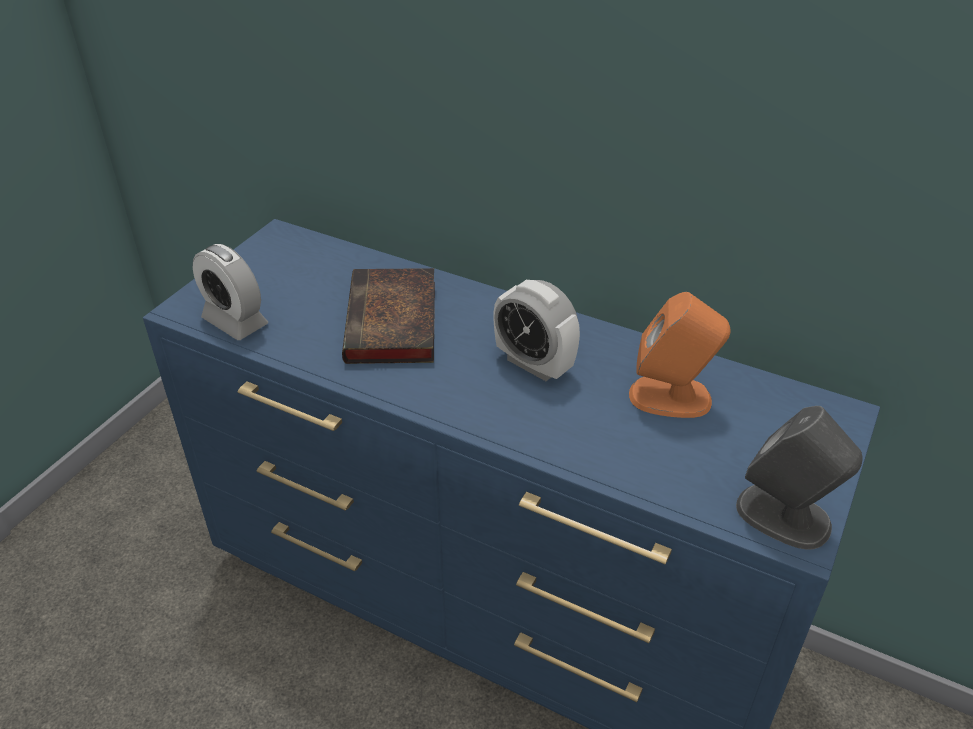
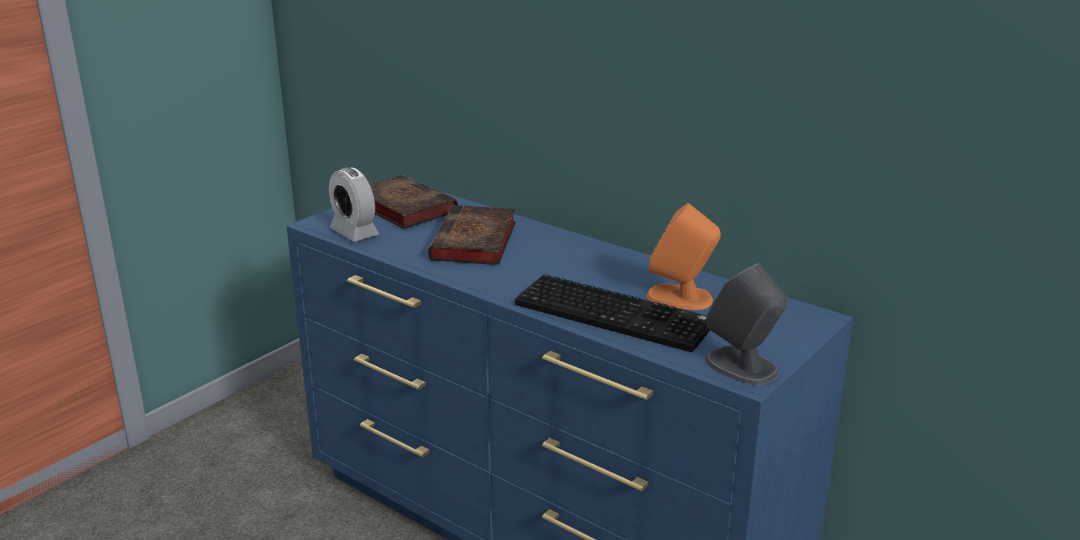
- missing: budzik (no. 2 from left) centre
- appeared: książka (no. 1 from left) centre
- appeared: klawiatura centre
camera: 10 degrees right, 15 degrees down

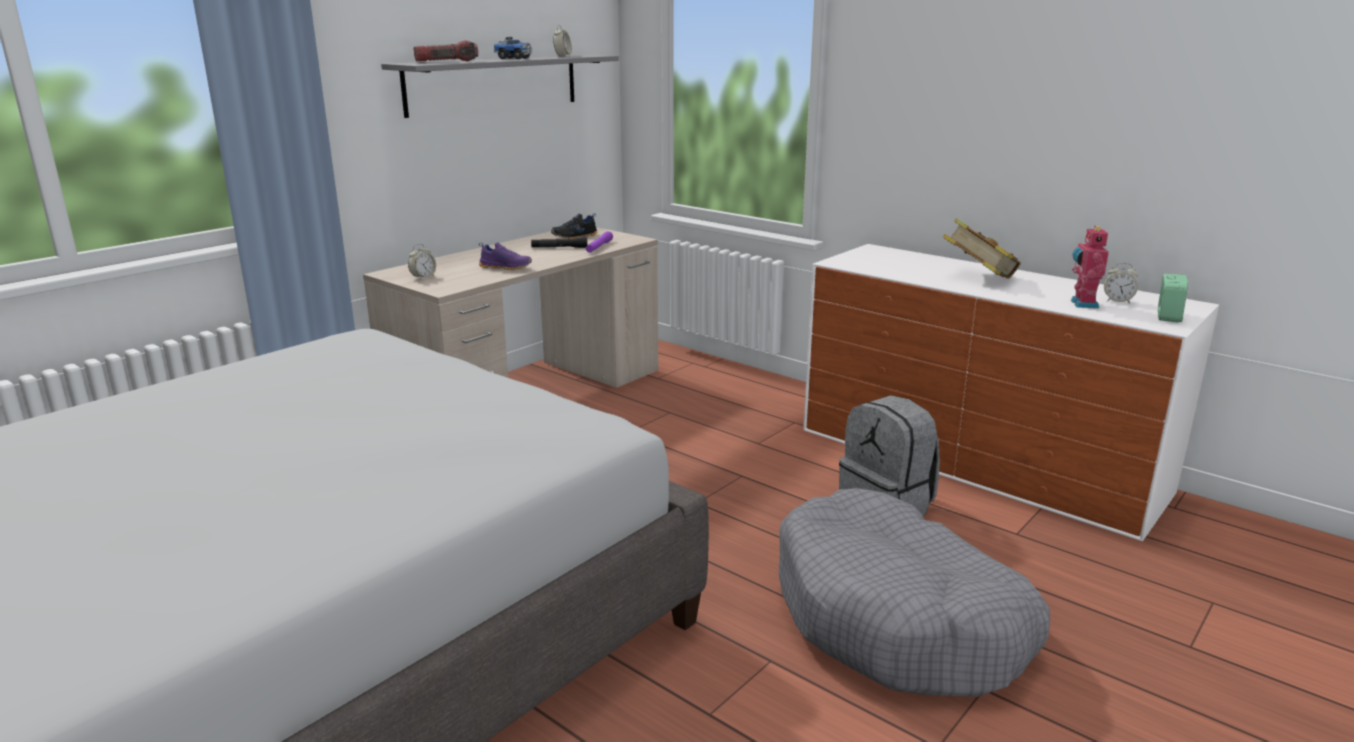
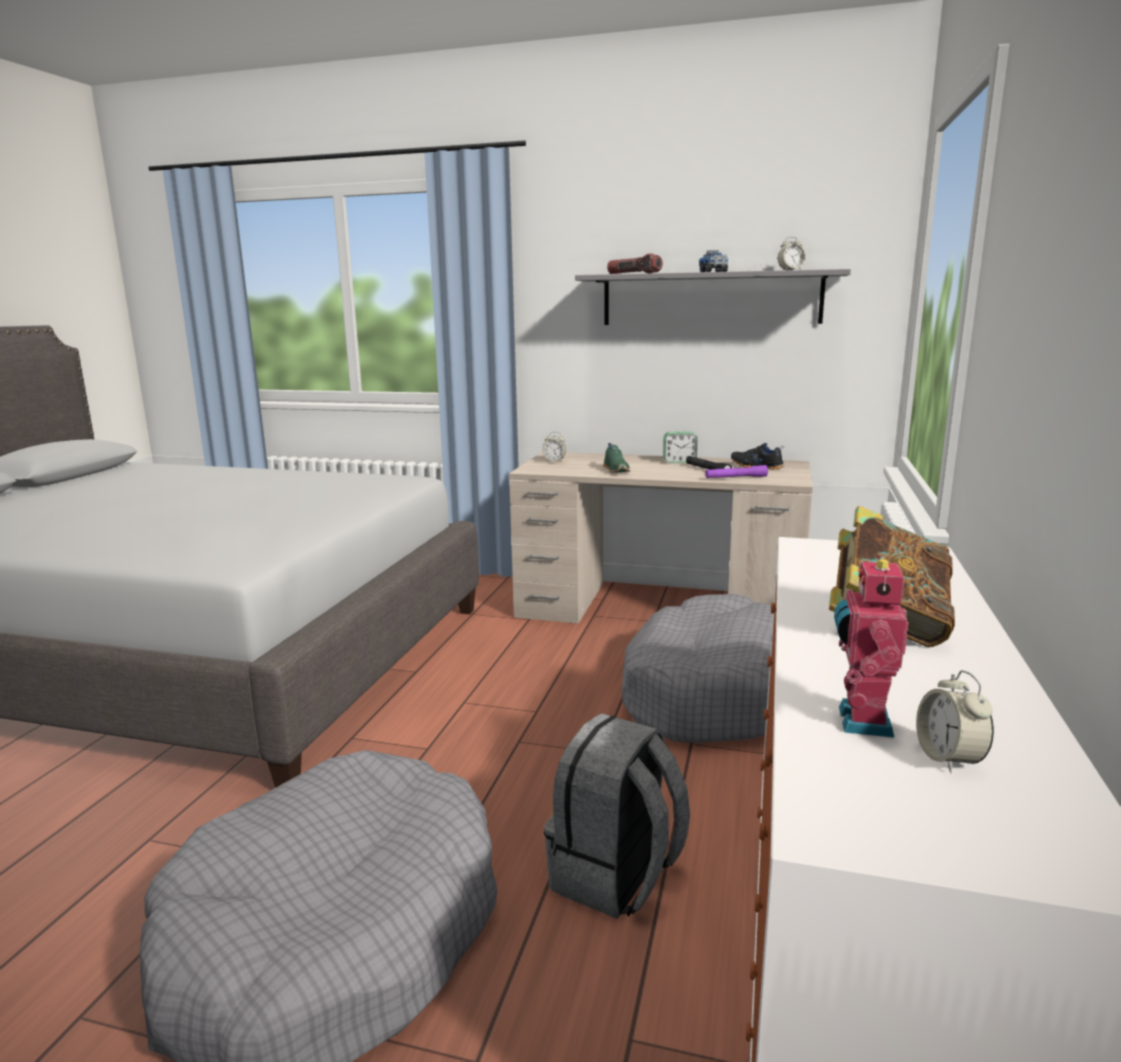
- colour: but [fioletowy] centre to but [zielony] centre
- spun: robot zabawkowy middle right = middle right 60 degrees counterclockwise
- relocated: budzik (no. 4 from left in the first image) middle right to budzik (no. 2 from left) centre
- appeared: legowisko [szary] (no. 2 from left) centre
camera: 65 degrees right, 5 degrees down

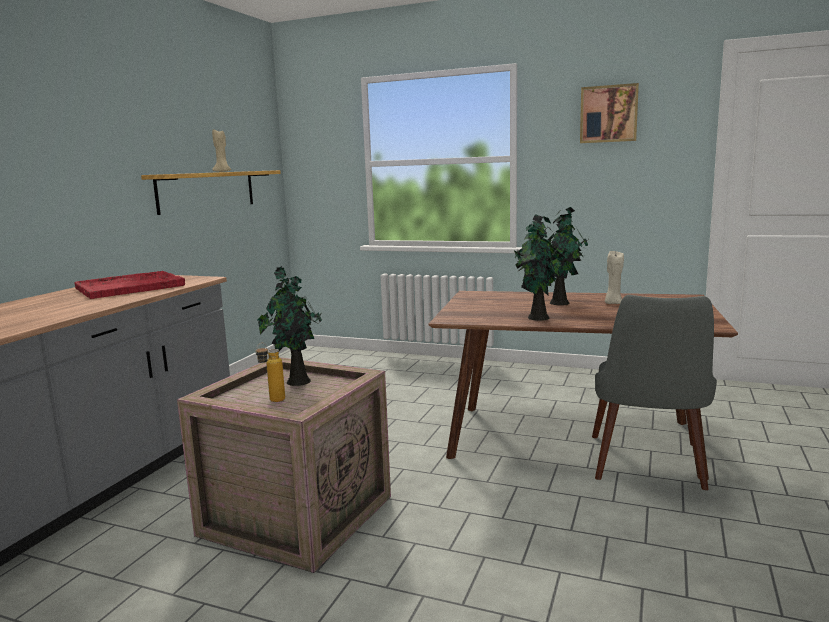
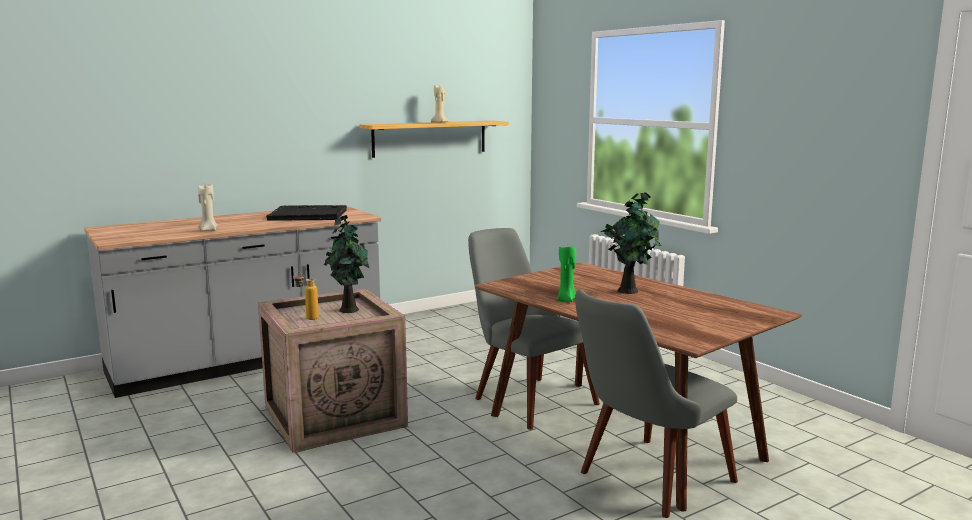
- colour: taca [czerwony] middle left to taca [czarny] middle left
- exchanged: roślina doniczkowa (no. 2 from left) centre to świeca [zielony] centre
- missing: obraz top right
- relocated: świeca [beżowy] (no. 2 from left in the first image) middle right to świeca [beżowy] (no. 1 from left) middle left
- appeared: krzesło [szary] (no. 1 from left) centre
camera: 35 degrees right, 0 degrees up

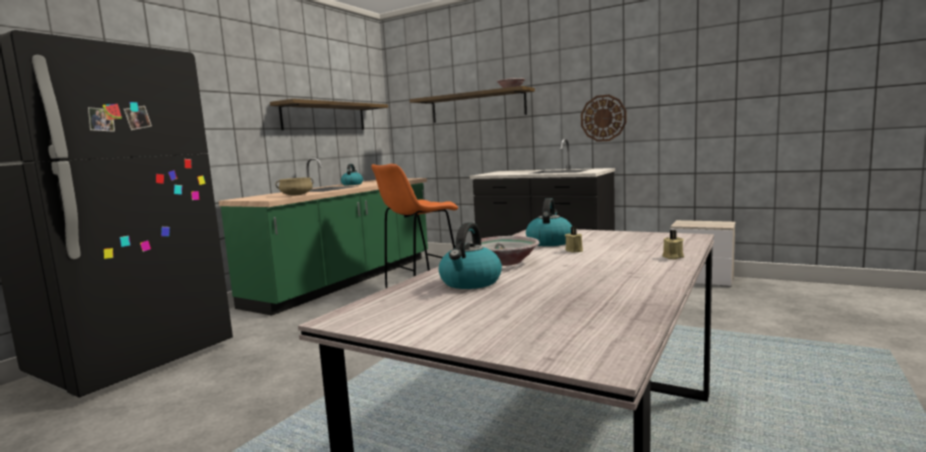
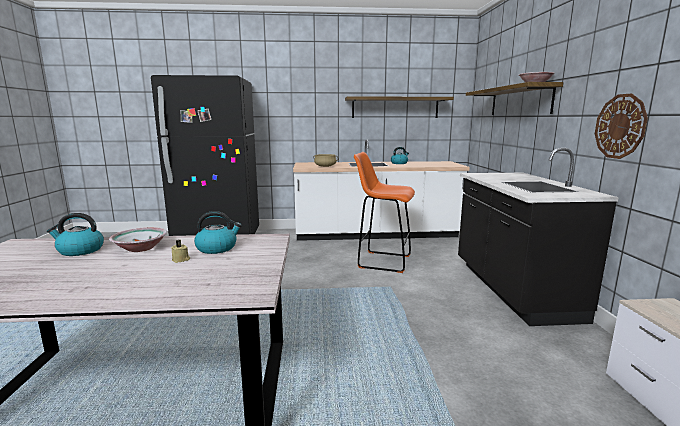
- colour: zabudowa kuchenna [zielony] centre to zabudowa kuchenna [biały] centre
- missing: świeca [beżowy] (no. 2 from left) middle right
camera: 55 degrees right, 5 degrees up

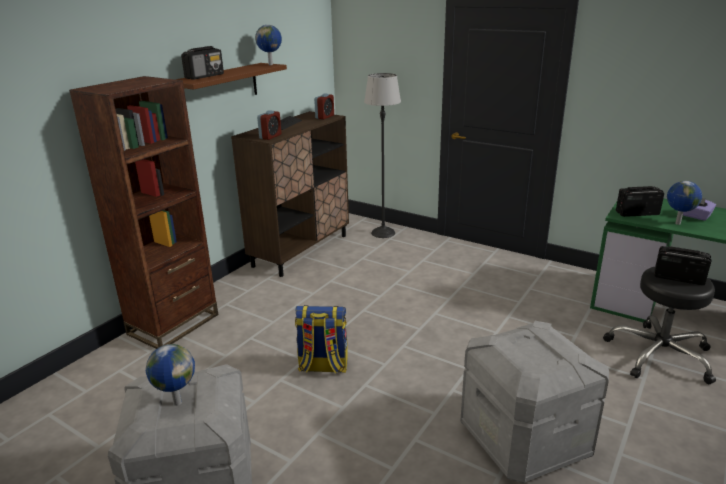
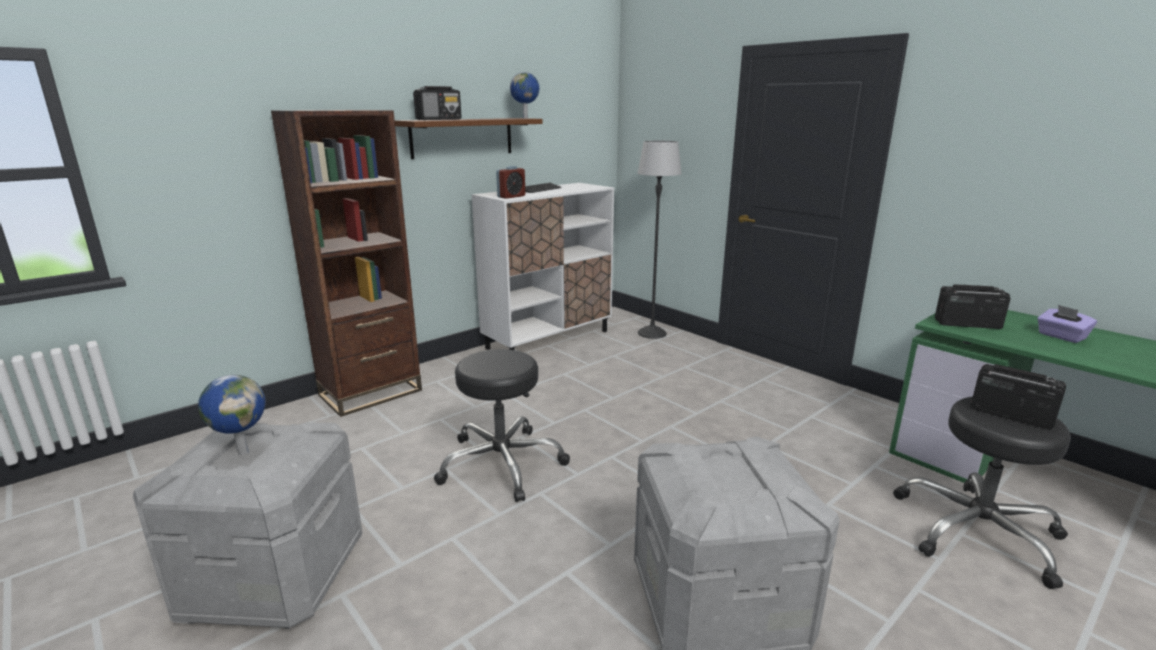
- colour: szafka [brązowy] centre to szafka [biały] centre
- exchanged: plecak bottom centre to stołek [czarny] (no. 1 from left) centre
- missing: budzik (no. 2 from left) top centre
- missing: globus (no. 3 from left) middle right
camera: 15 degrees right, 5 degrees down

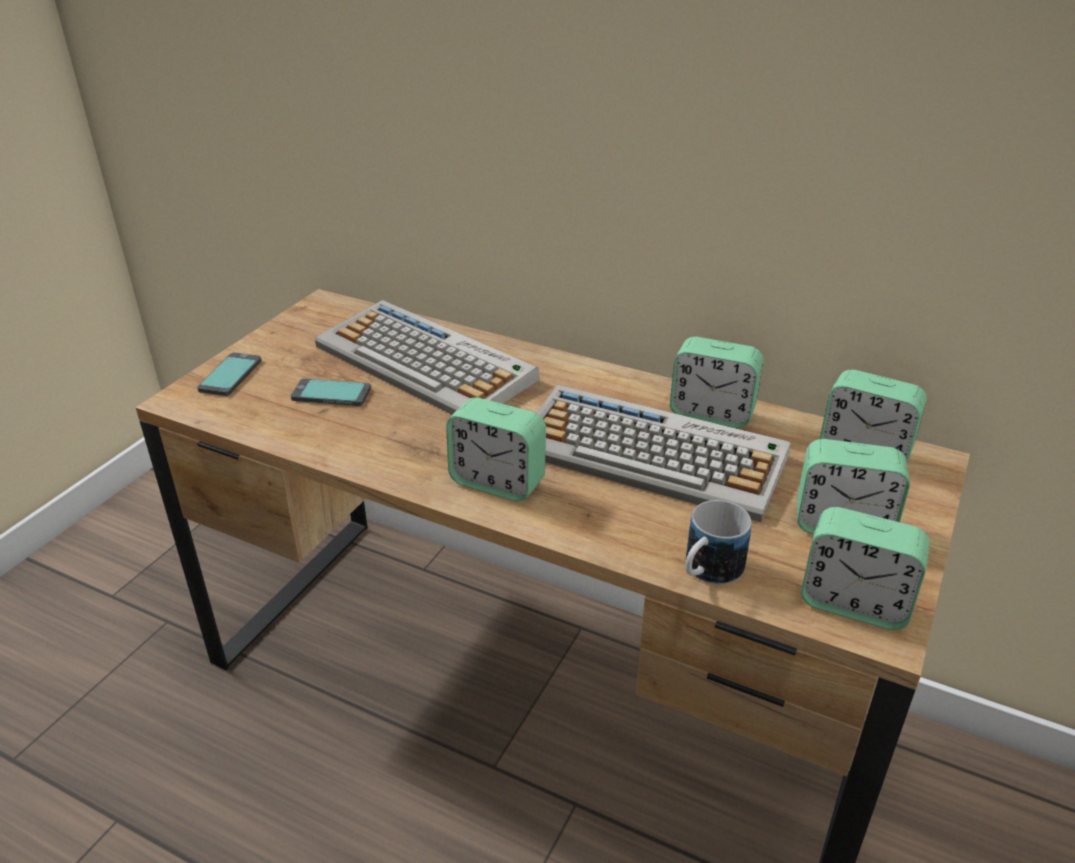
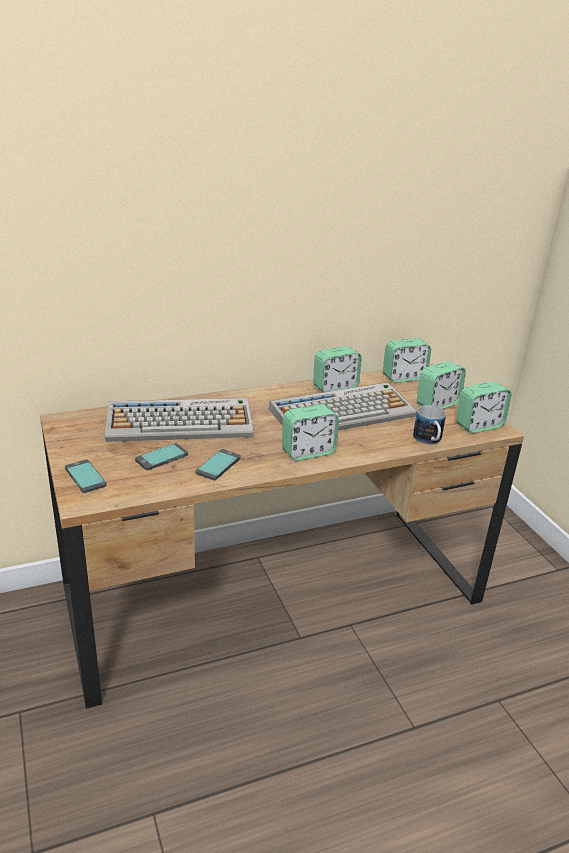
- appeared: telefon (no. 3 from left) centre
camera: 50 degrees left, 5 degrees down

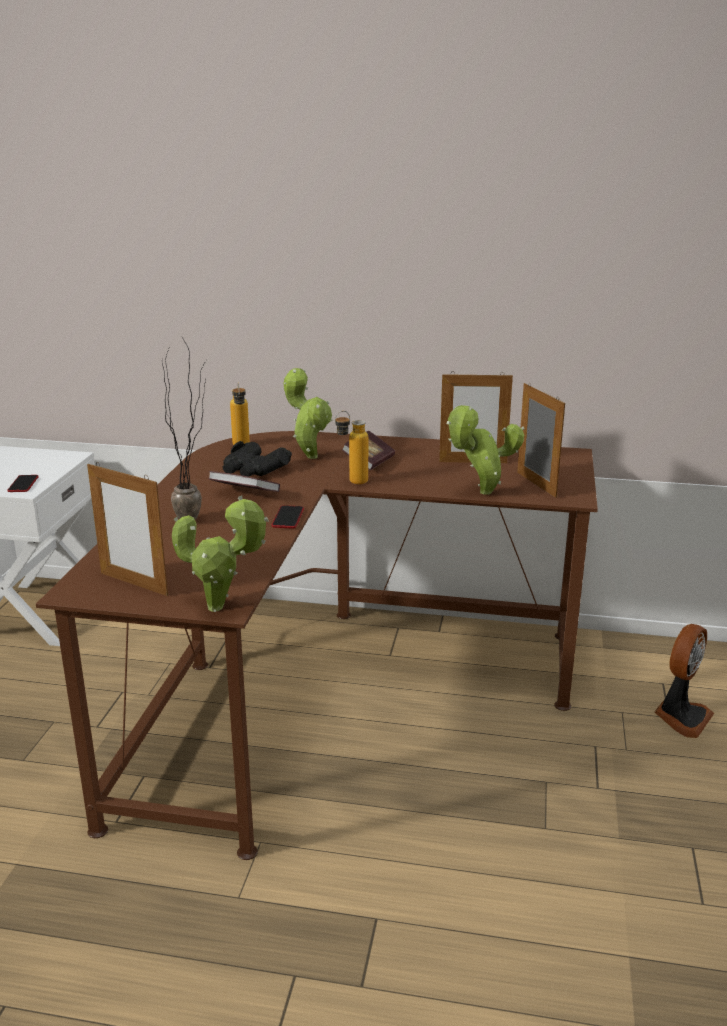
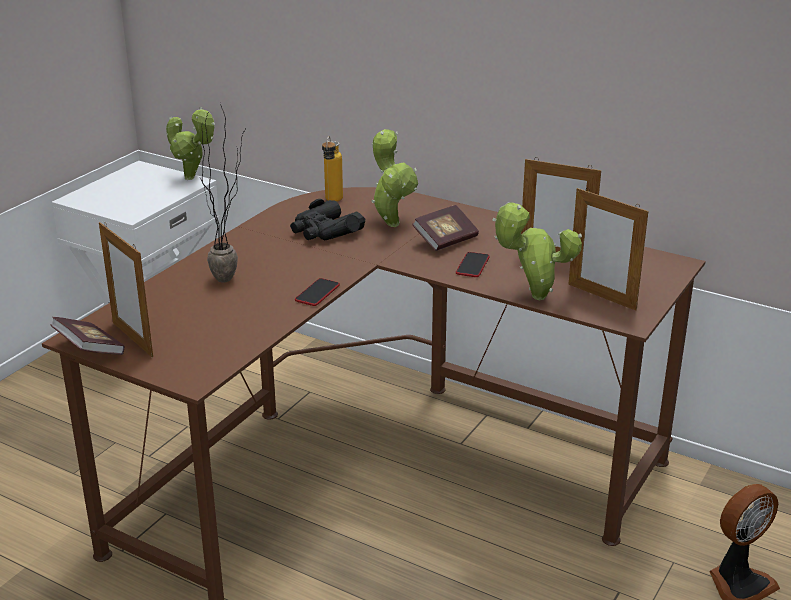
- relocated: telefon (no. 1 from left in the first image) middle left to telefon (no. 2 from left) centre
- relocated: roślina doniczkowa (no. 2 from left in the first image) middle left to roślina doniczkowa (no. 1 from left) top left
- relocated: książka (no. 1 from left) centre to middle left
- missing: butelka (no. 2 from left) centre
- spun: ramka na zdjęcie (no. 3 from left) middle right = middle right 135 degrees clockwise
camera: 20 degrees right, 5 degrees up

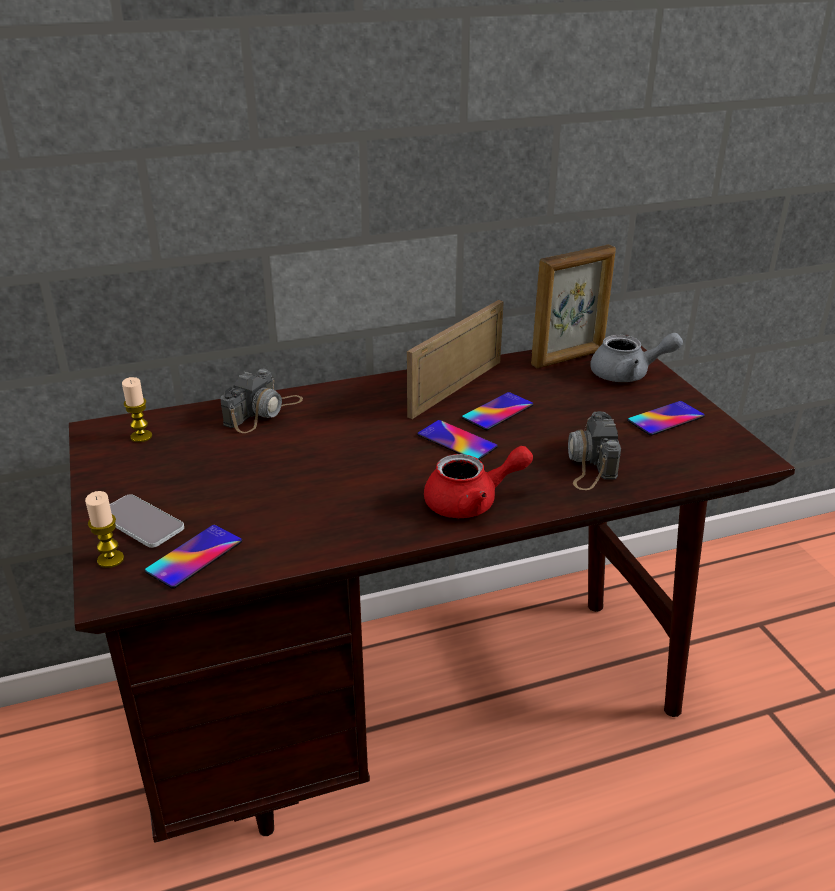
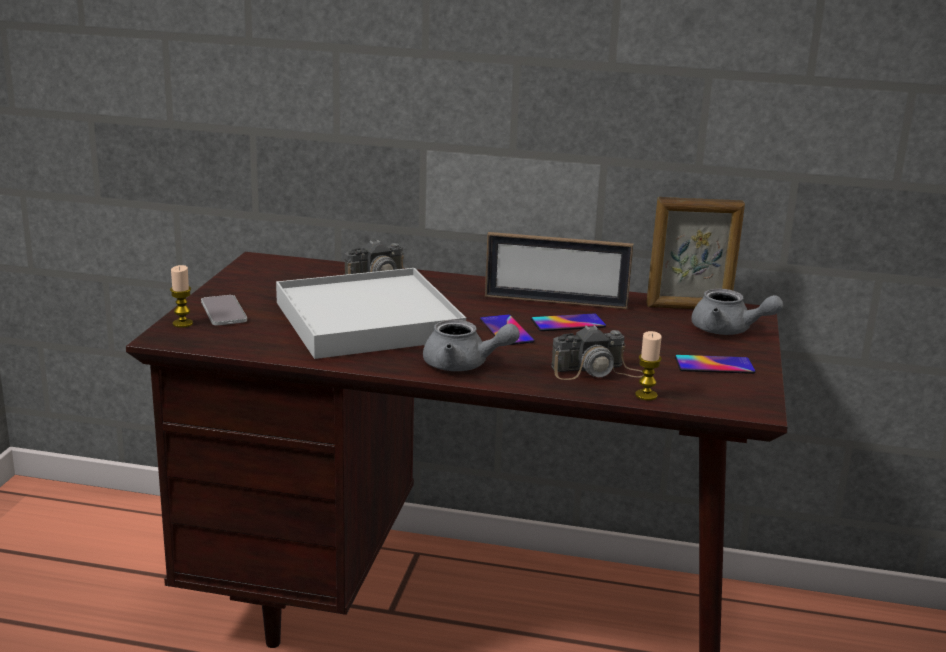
- relocated: świeca (no. 2 from left) middle left to middle right
- missing: telefon (no. 2 from left) middle left
- spun: ramka na zdjęcie (no. 1 from left) centre = centre 150 degrees counterclockwise
- colour: imbryk [czerwony] centre to imbryk [szary] (no. 1 from left) centre
- spun: aparat fotograficzny (no. 2 from left) middle right = centre 135 degrees counterclockwise
- appeared: taca [biały] centre
camera: 30 degrees right, 10 degrees down

